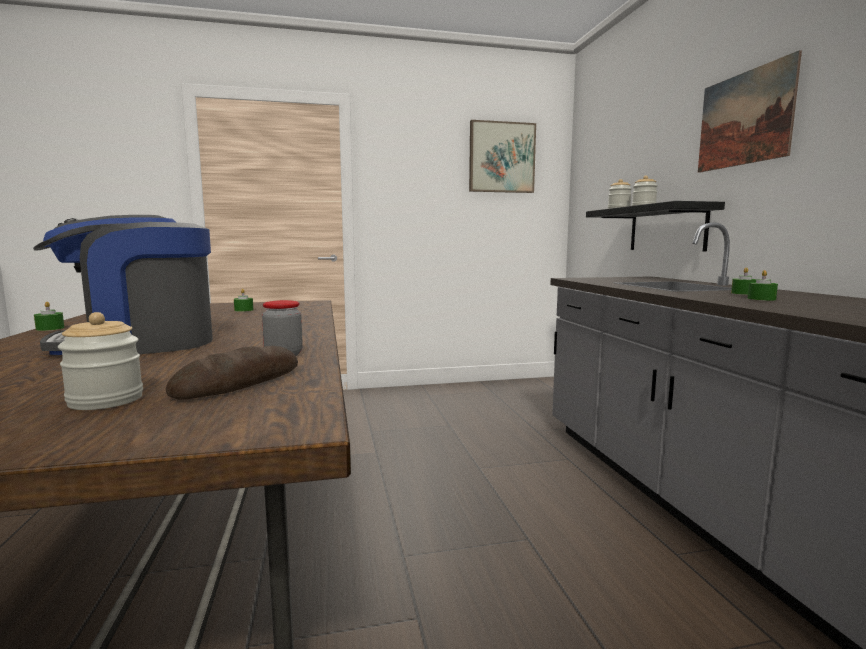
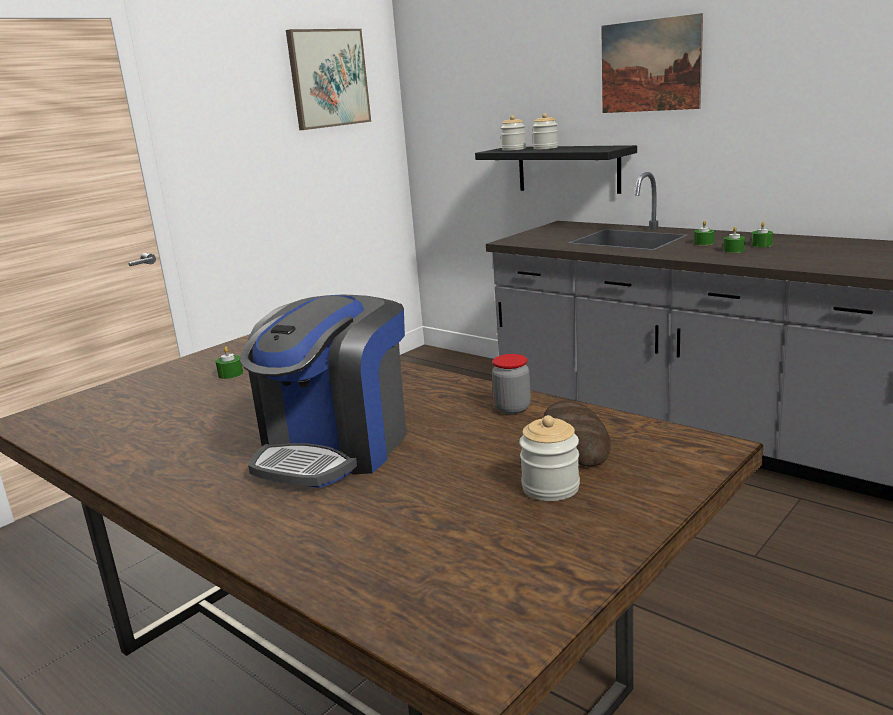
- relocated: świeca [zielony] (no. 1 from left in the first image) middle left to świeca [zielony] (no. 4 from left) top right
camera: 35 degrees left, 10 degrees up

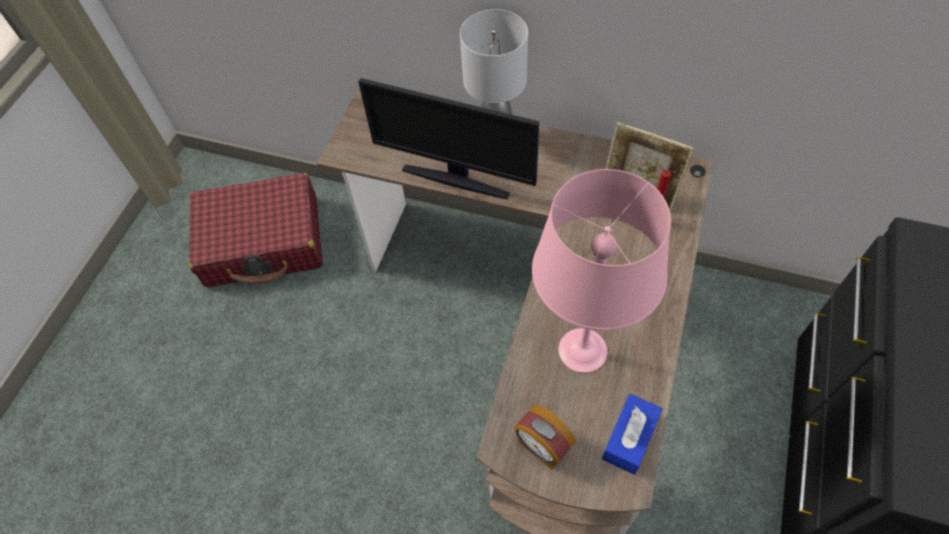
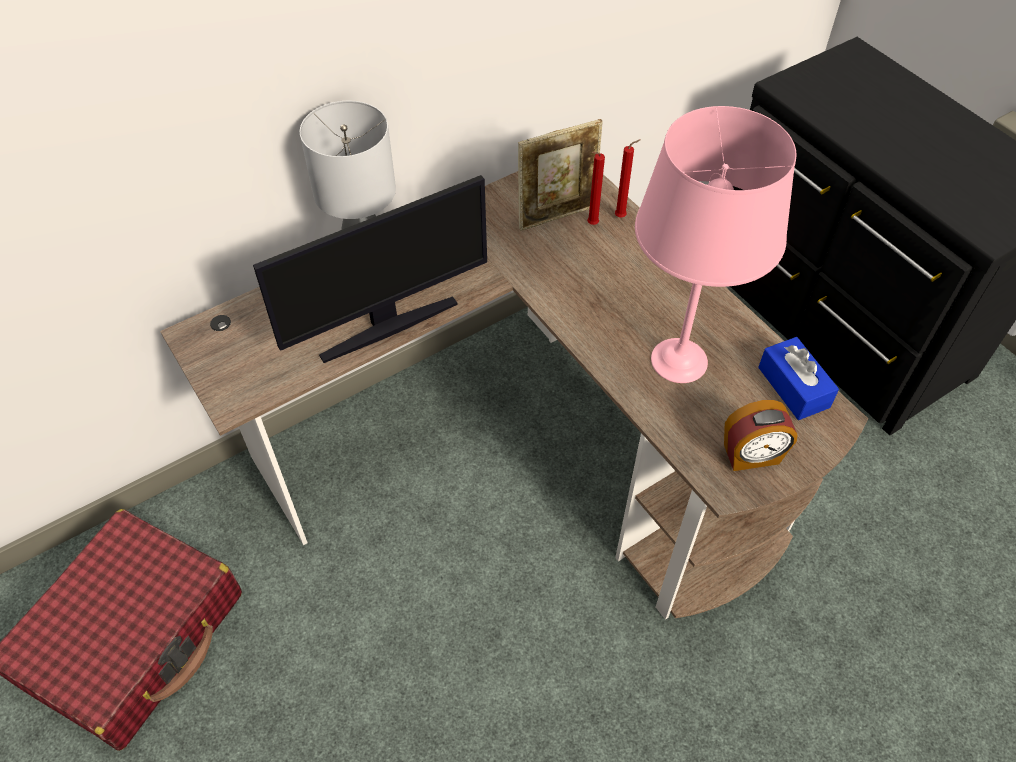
- appeared: świeca [czerwony] (no. 2 from left) top centre
camera: 55 degrees left, 5 degrees down

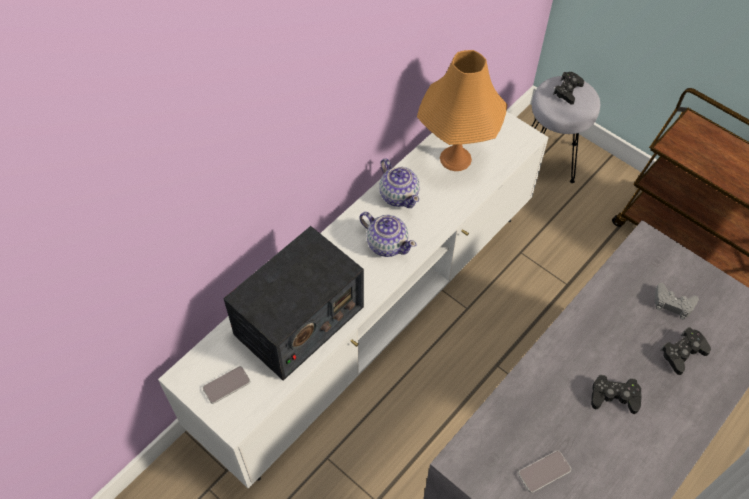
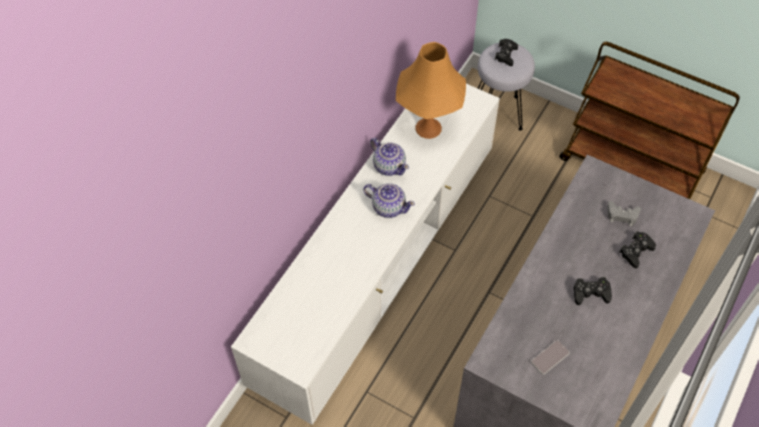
- missing: telefon (no. 1 from left) bottom left
- missing: radio centre
camera: 10 degrees left, 0 degrees up

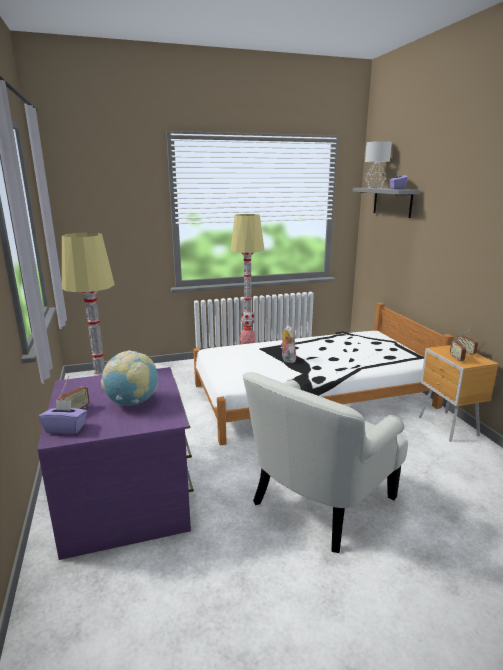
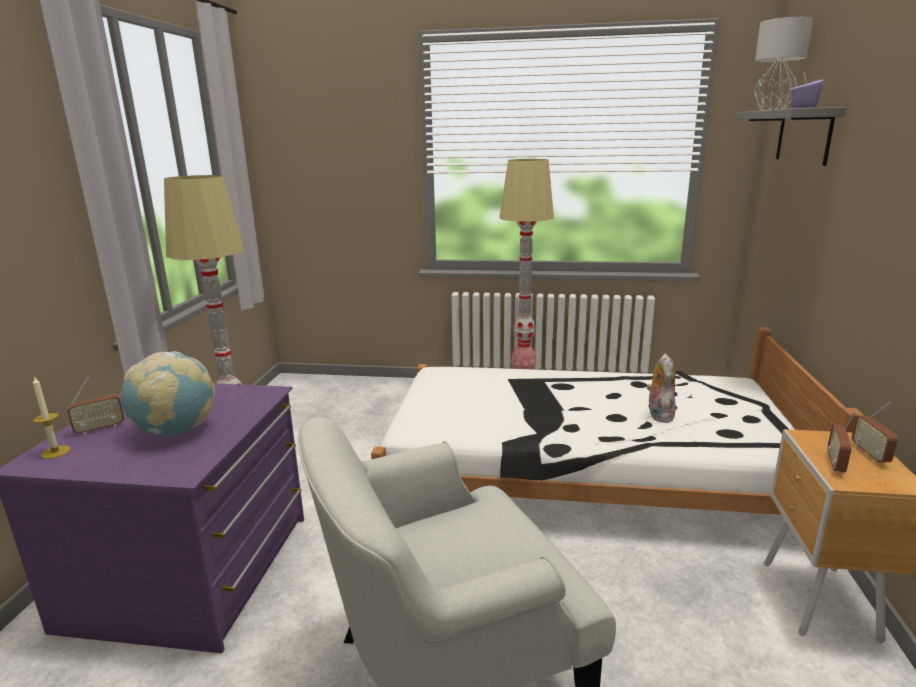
- exchanged: pudełko chusteczek [fioletowy] (no. 1 from left) middle left to świeca middle left
- relocated: pluszak centre to middle right
camera: 25 degrees right, 0 degrees up

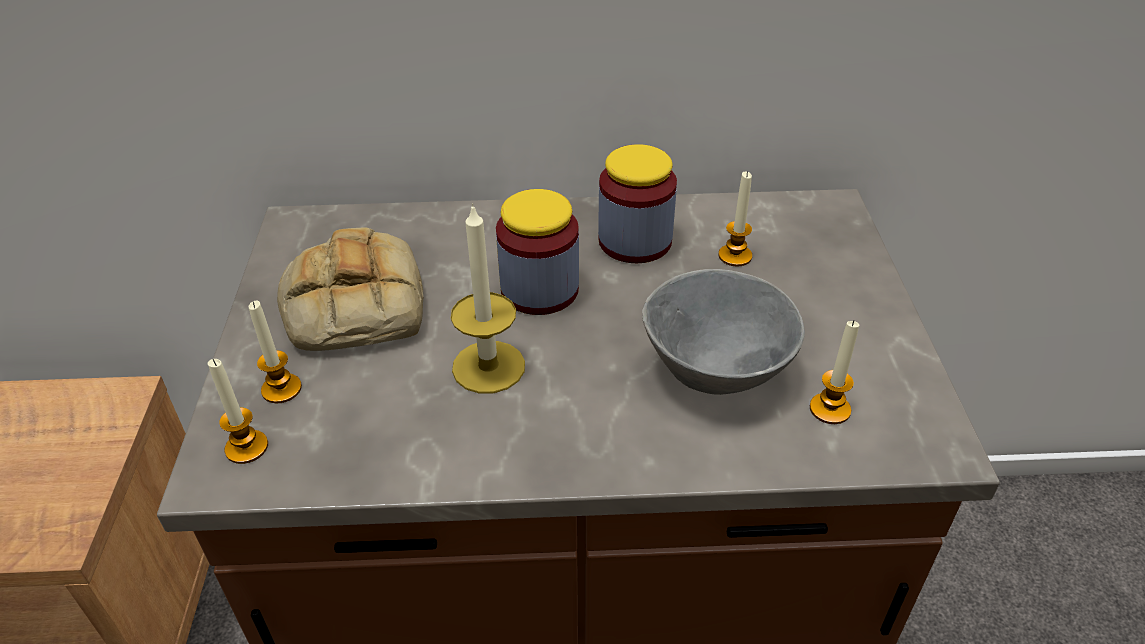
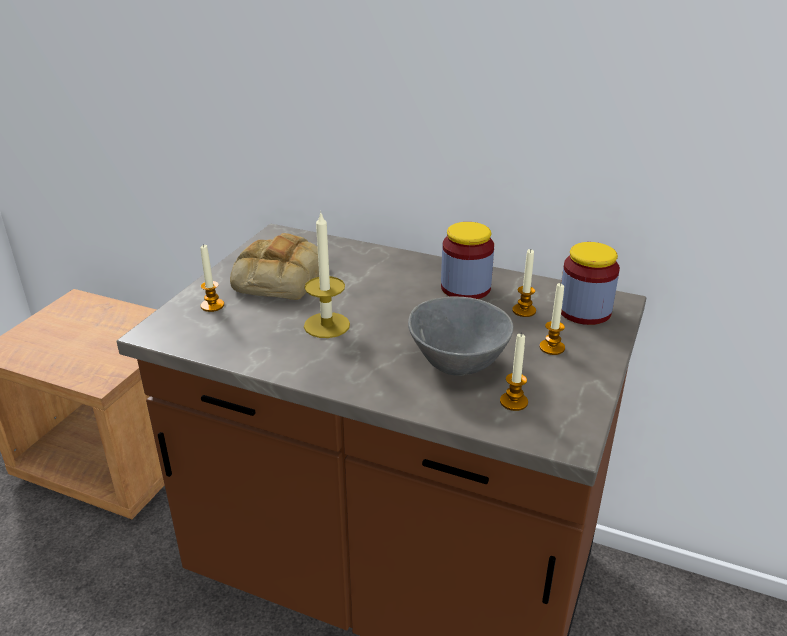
- relocated: świeca (no. 1 from left in the first image) middle left to świeca (no. 5 from left) middle right
- relocated: słoik (no. 1 from left in the first image) centre to słoik (no. 2 from left) middle right
camera: 25 degrees right, 10 degrees down

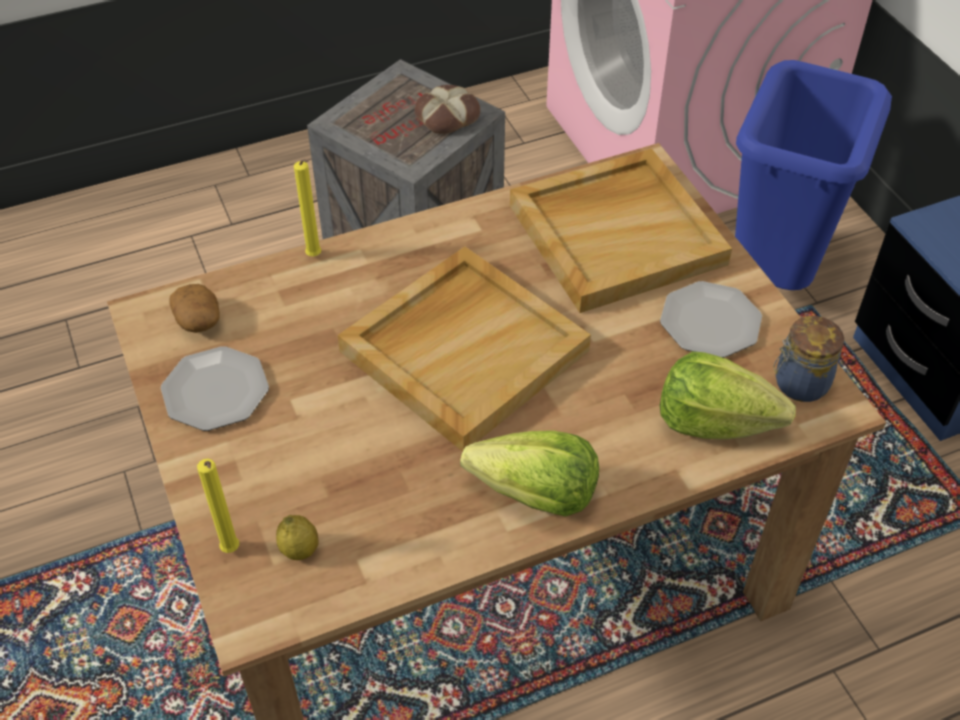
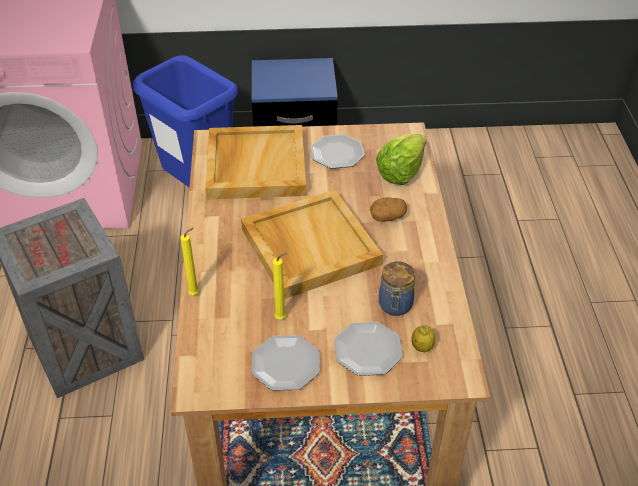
- relocated: ziemniak middle left to centre
- relocated: świeca [żółty] (no. 1 from left in the first image) bottom left to świeca [żółty] (no. 2 from left) centre
- missing: chleb top centre
- missing: sałata (no. 1 from left) centre
- relocated: słoik middle right to centre
- appeared: talerz (no. 3 from left) bottom centre
camera: 70 degrees left, 5 degrees down

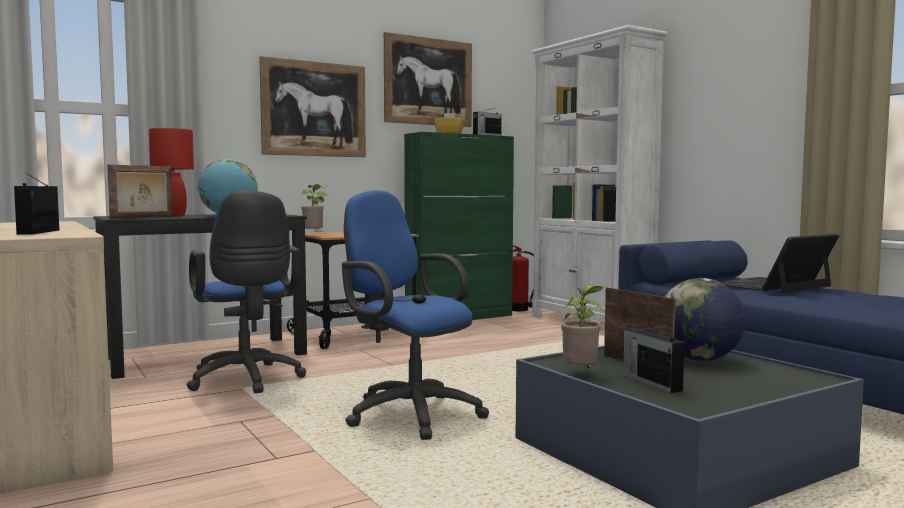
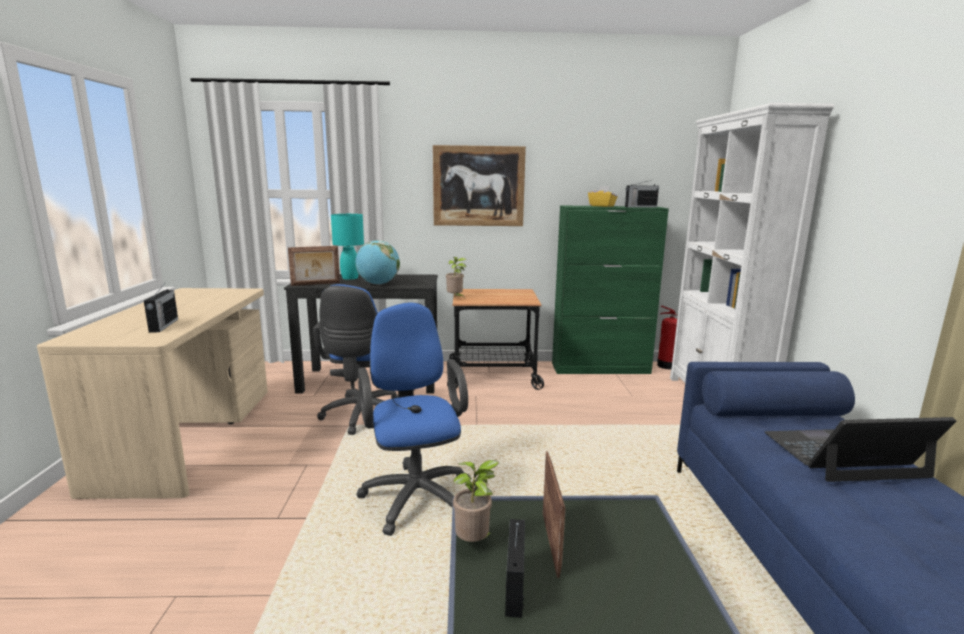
- spun: radio (no. 1 from left) middle left = middle left 150 degrees clockwise
- colour: lampa stołowa [czerwony] middle left to lampa stołowa [turkusowy] centre
- missing: obraz (no. 2 from left) top centre
- missing: globus (no. 2 from left) middle right
camera: 30 degrees right, 10 degrees up

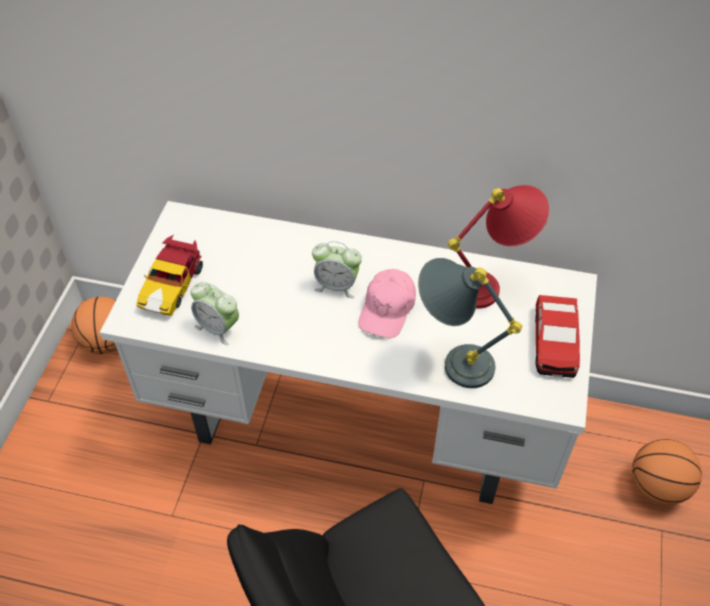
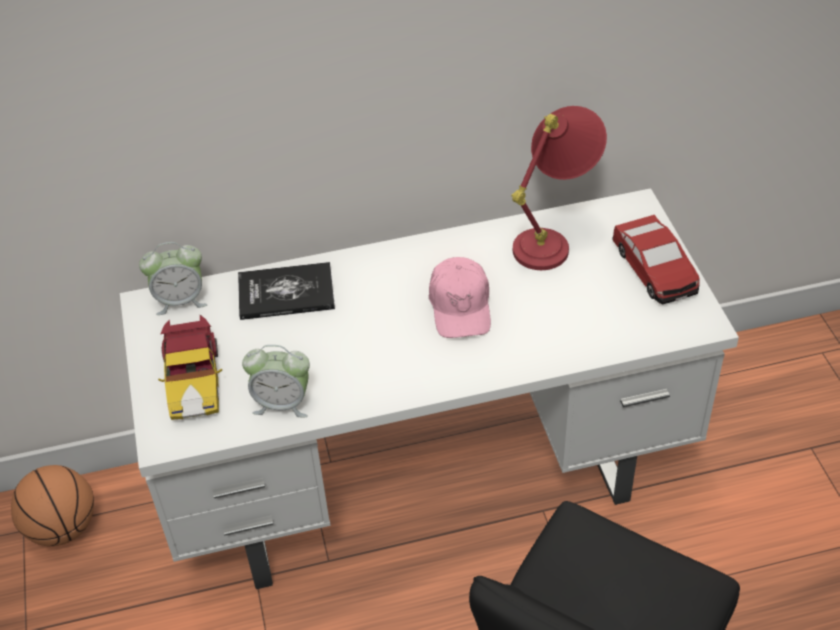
- relocated: budzik (no. 2 from left in the first image) centre to budzik (no. 1 from left) middle left
- missing: lampa stołowa [szary] centre
- missing: piłka do koszykówki (no. 2 from left) bottom right
- appeared: książka centre
camera: 25 degrees left, 5 degrees down

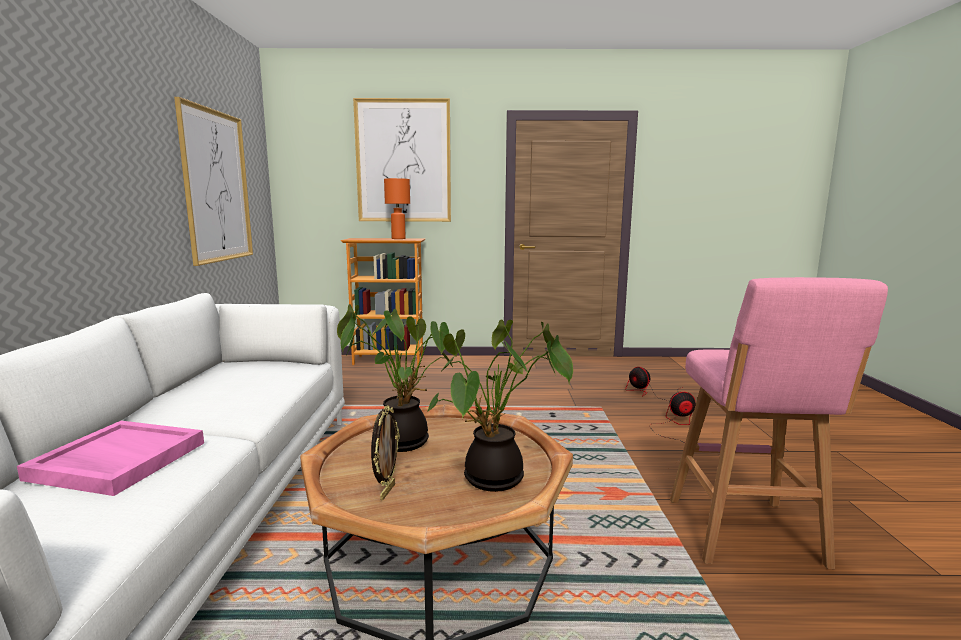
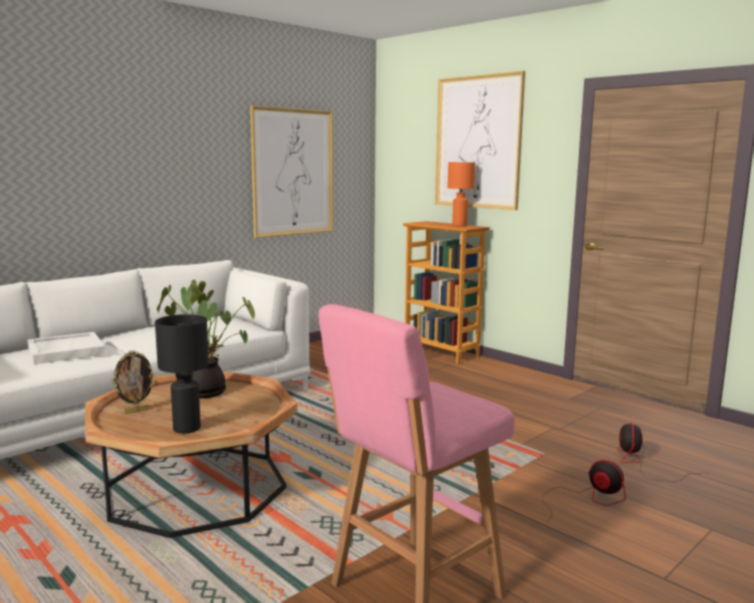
- colour: taca [różowy] bottom left to taca [biały] middle left
- exchanged: roślina doniczkowa (no. 2 from left) centre to lampa stołowa [czarny] middle left
camera: 45 degrees right, 0 degrees up

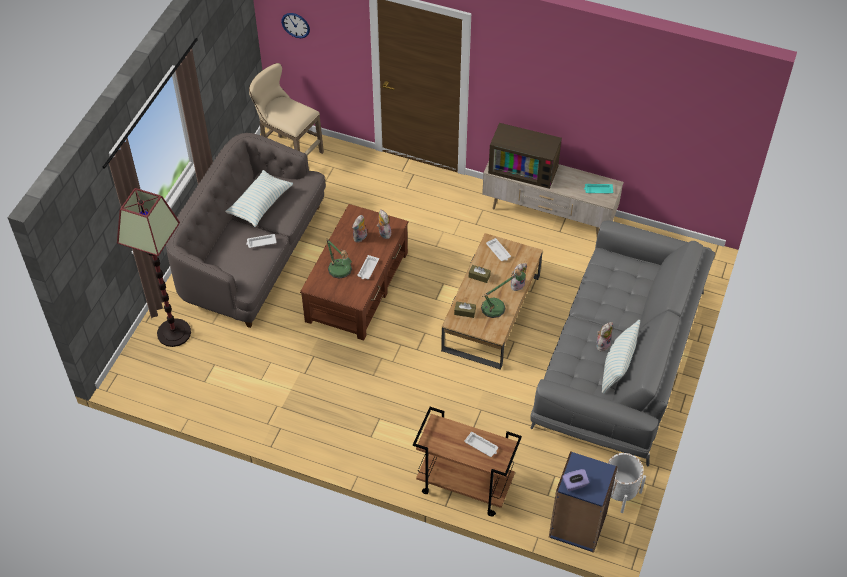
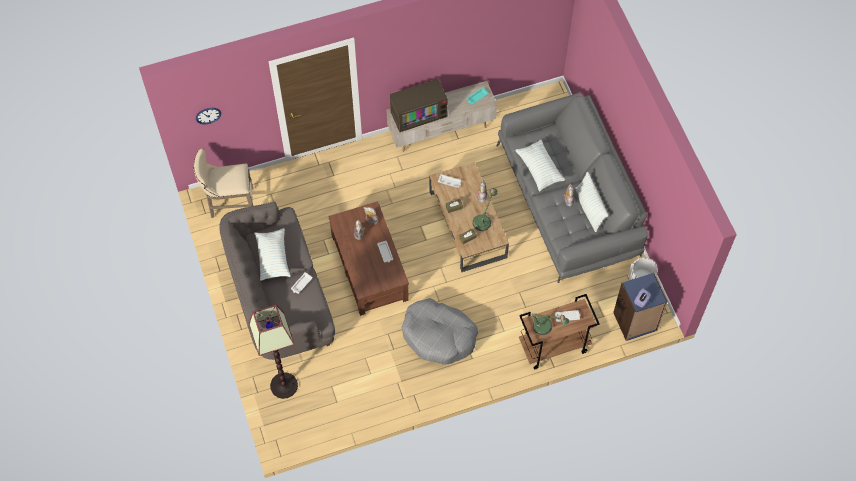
- relocated: lampa stołowa (no. 1 from left in the first image) centre to lampa stołowa (no. 2 from left) bottom centre
- appeared: legowisko [szary] bottom centre
- appeared: poduszka (no. 2 from left) centre
camera: 40 degrees left, 10 degrees up

